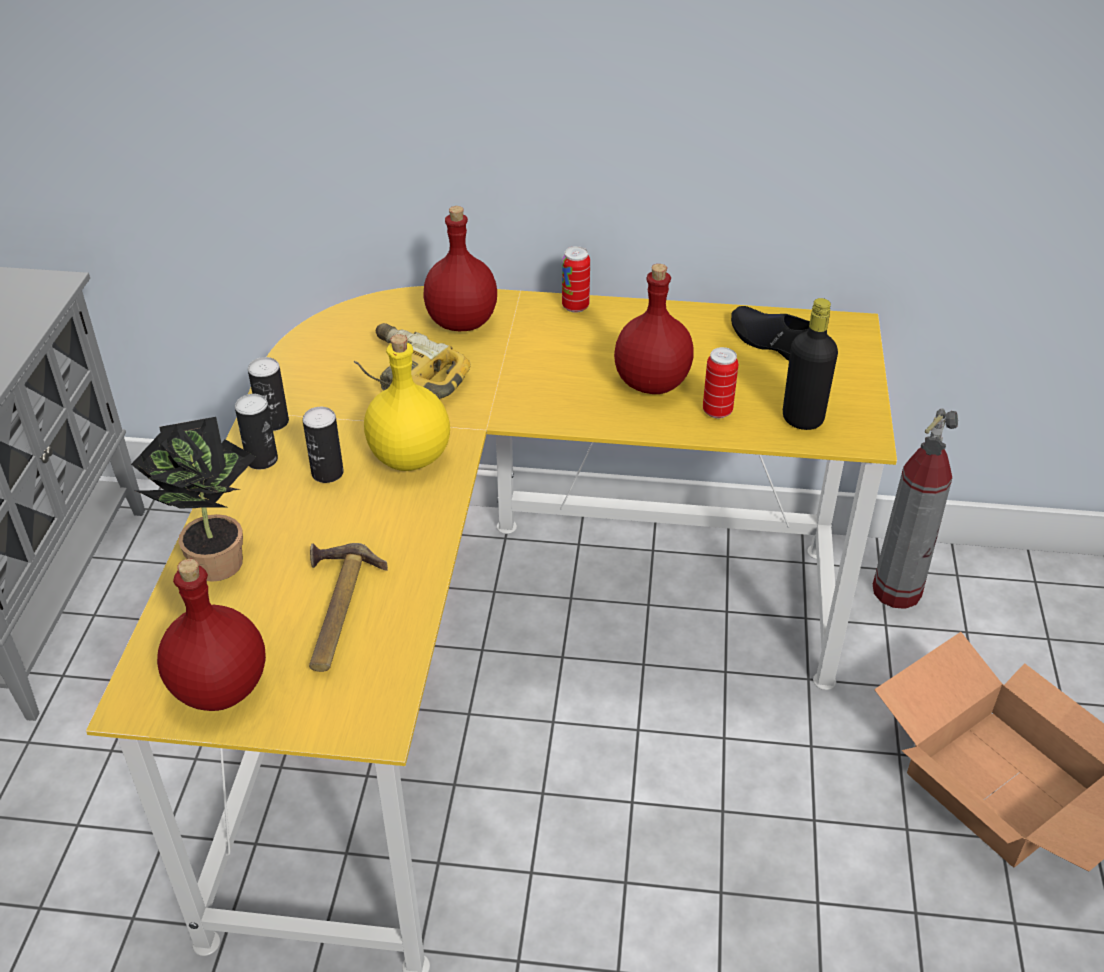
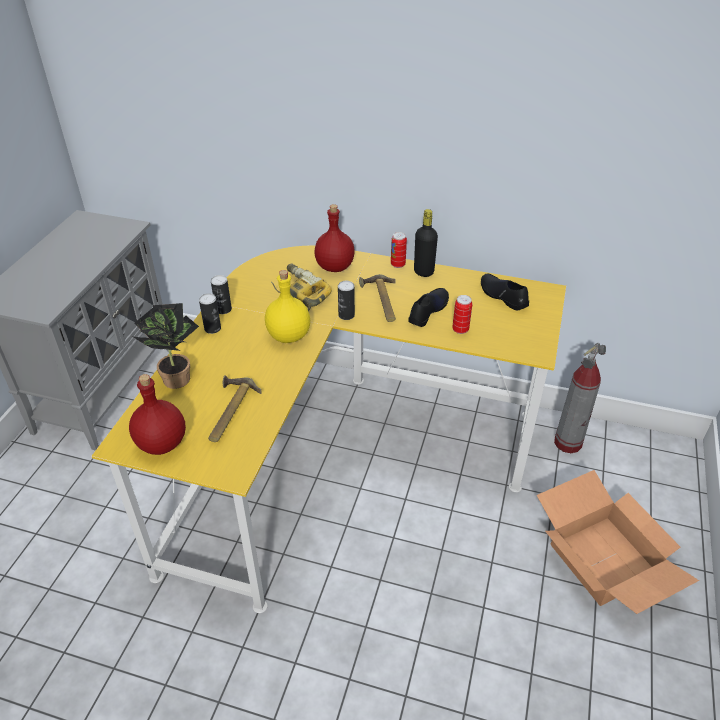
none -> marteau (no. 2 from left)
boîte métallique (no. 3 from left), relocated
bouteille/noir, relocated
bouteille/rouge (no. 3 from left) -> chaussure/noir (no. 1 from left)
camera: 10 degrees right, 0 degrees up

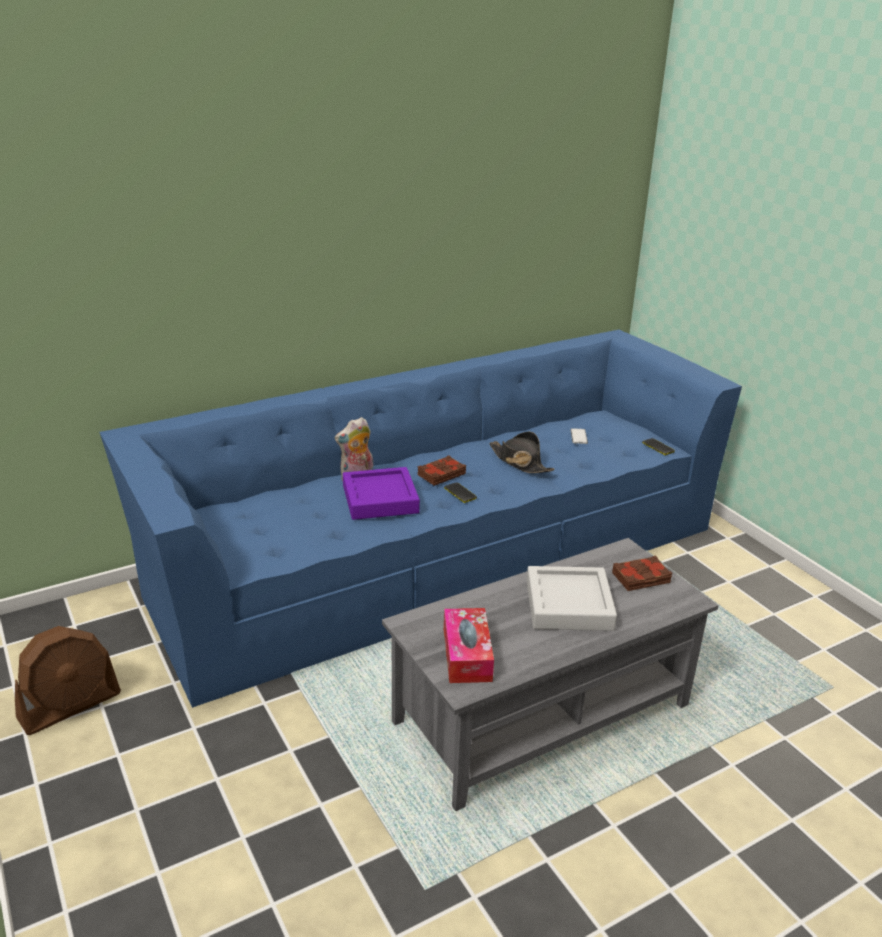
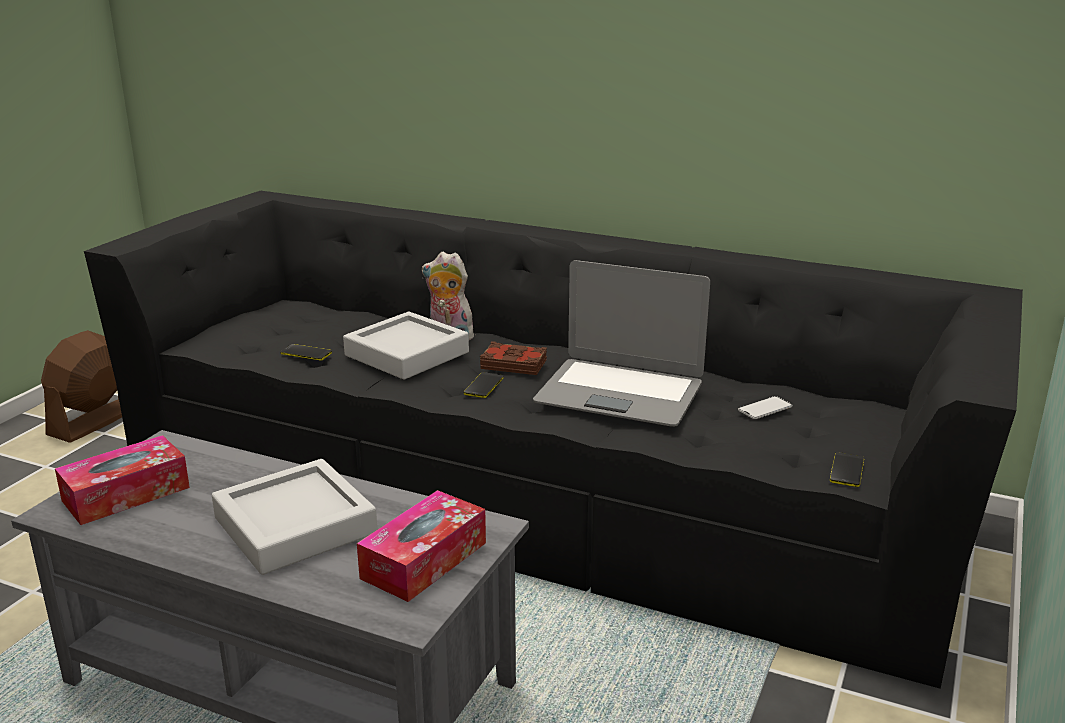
none -> téléphone (no. 1 from left)
chapeau/noir -> ordinateur portable
livre/marron (no. 2 from left) -> boîte à mouchoirs (no. 2 from left)
canapé/bleu -> canapé/noir
plateau/violet -> plateau/gris (no. 2 from left)
ventilateur/marron, 105 degrees clockwise
camera: 55 degrees right, 5 degrees down

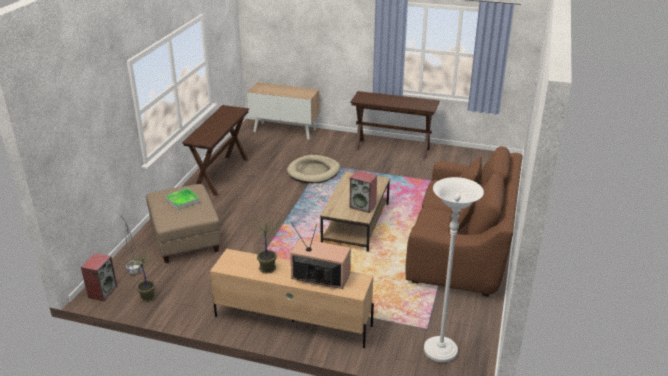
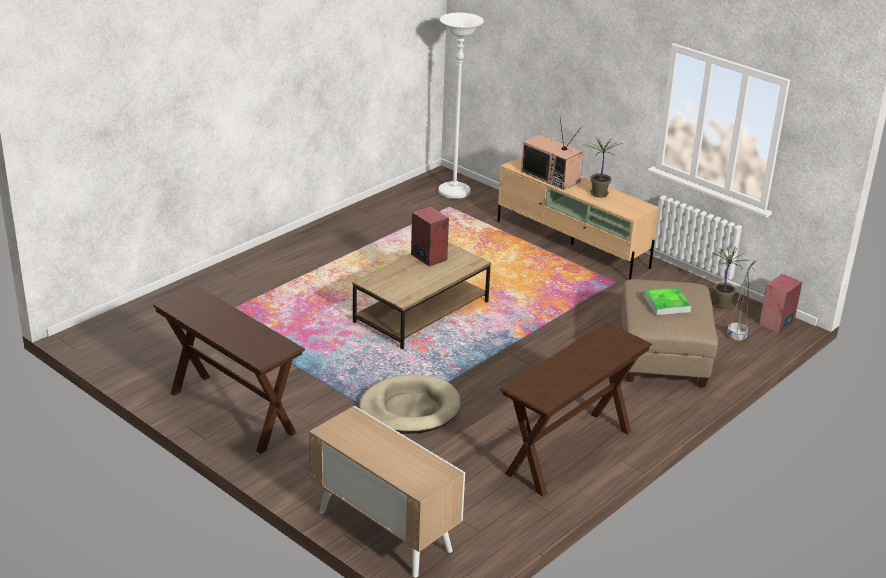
canapé/marron -> none
camera: 155 degrees left, 0 degrees up

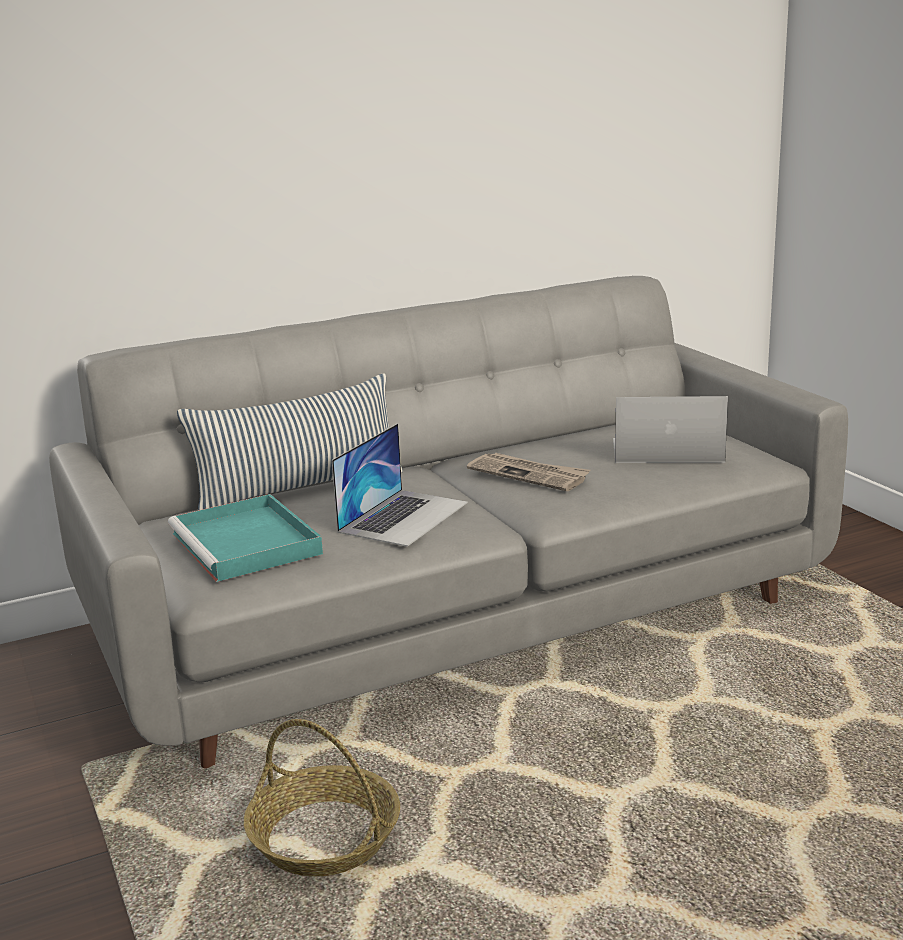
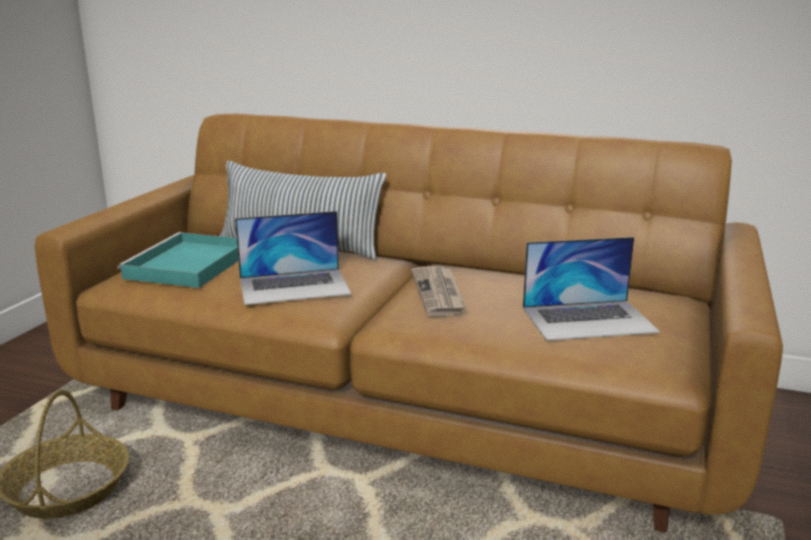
canapé/gris -> canapé/marron
ordinateur portable (no. 2 from left), 120 degrees clockwise
camera: 45 degrees right, 0 degrees up

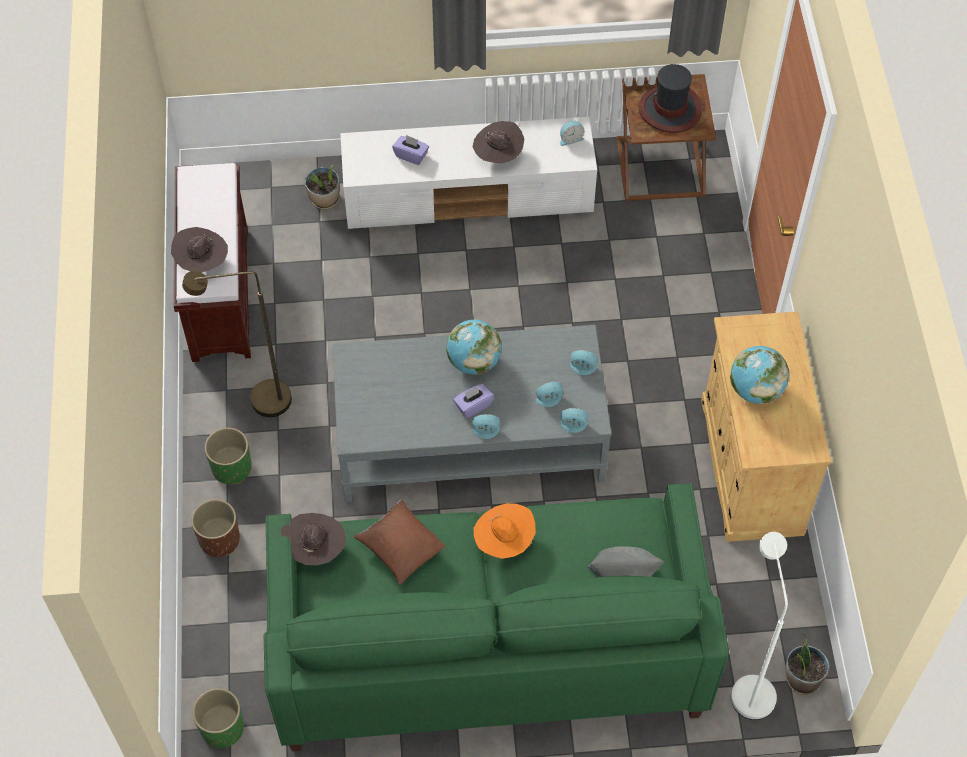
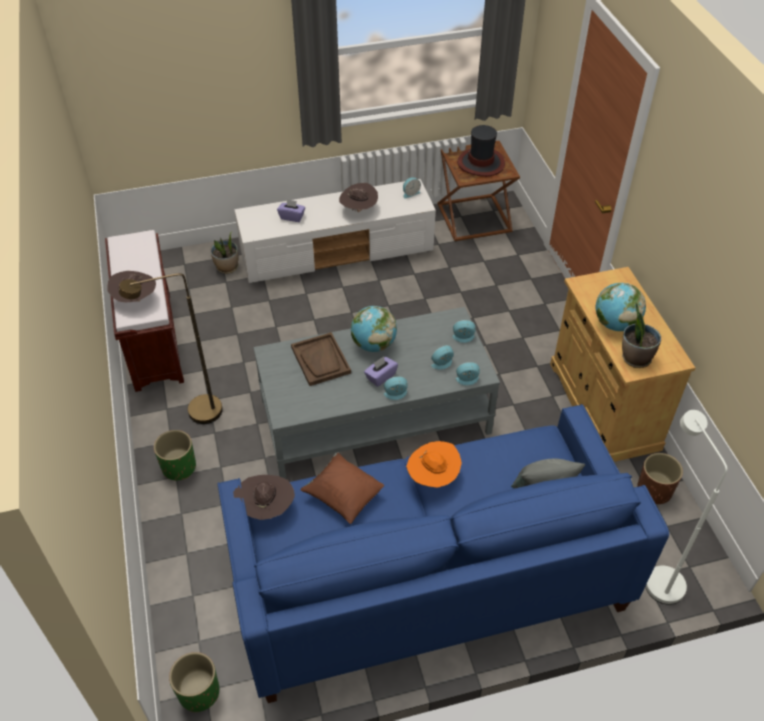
none -> plateau/marron
cache-pot/marron, relocated
plante en pot (no. 2 from left), relocated
canapé/vert -> canapé/bleu
camera: 10 degrees left, 10 degrees down

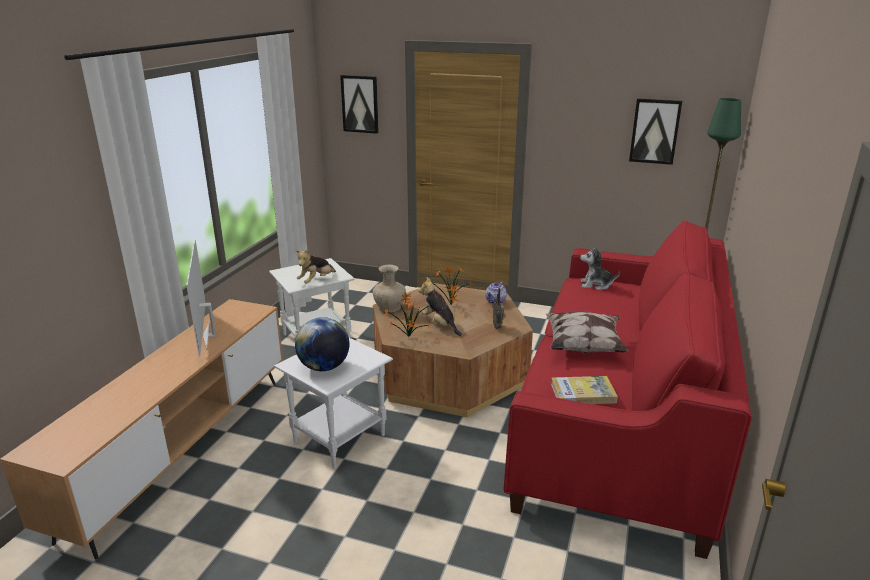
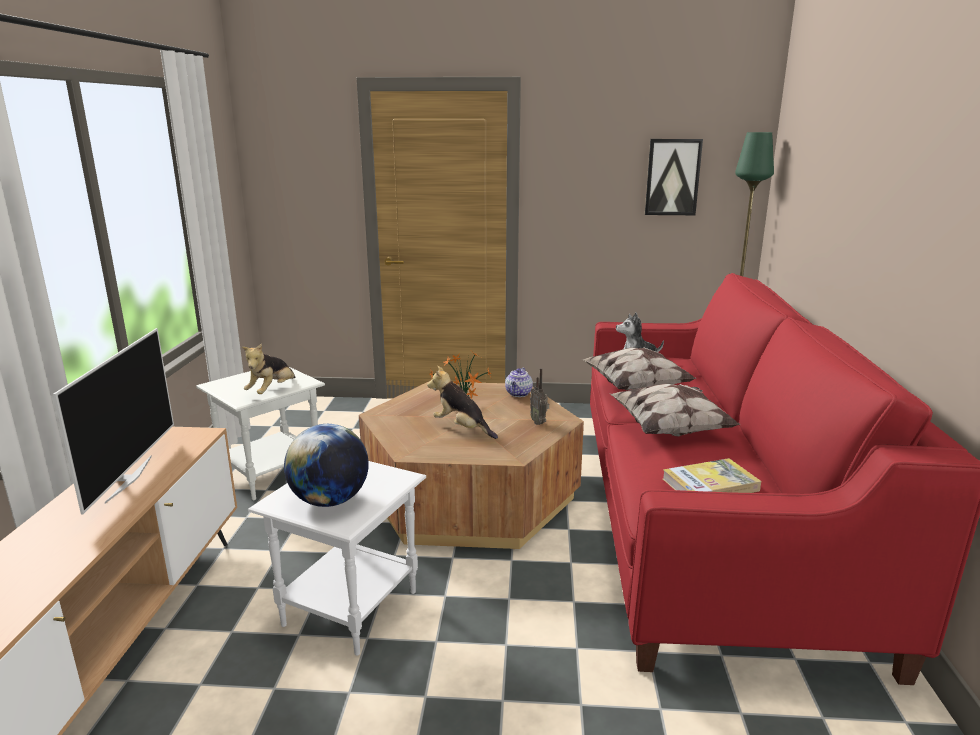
tableau (no. 1 from left) -> none
vase/beige -> none
plante en pot (no. 1 from left) -> none
none -> coussin (no. 1 from left)
téléviseur, 150 degrees counterclockwise
camera: 15 degrees left, 5 degrees down

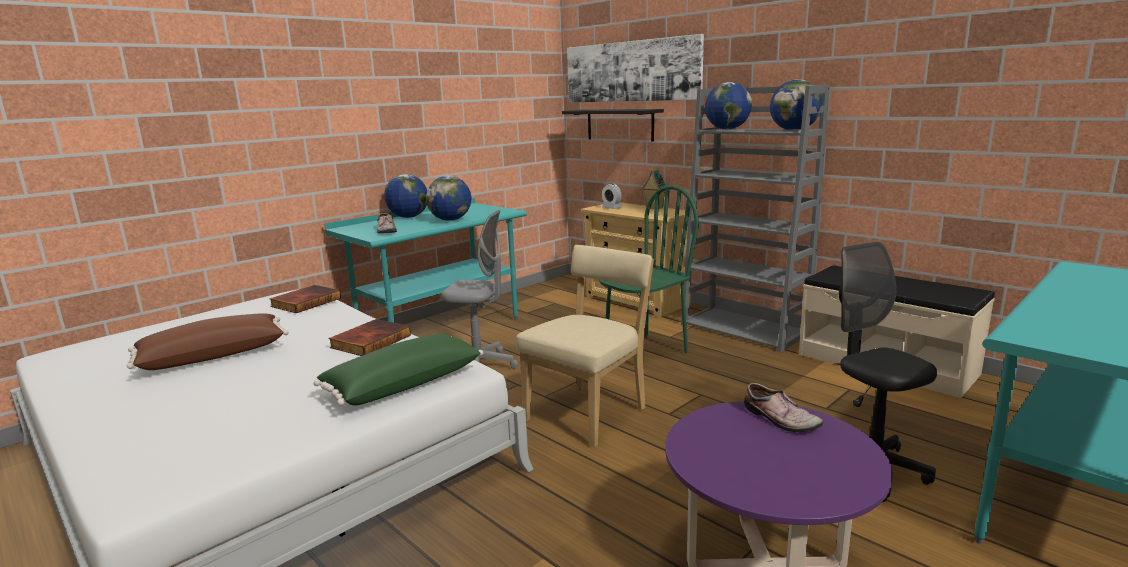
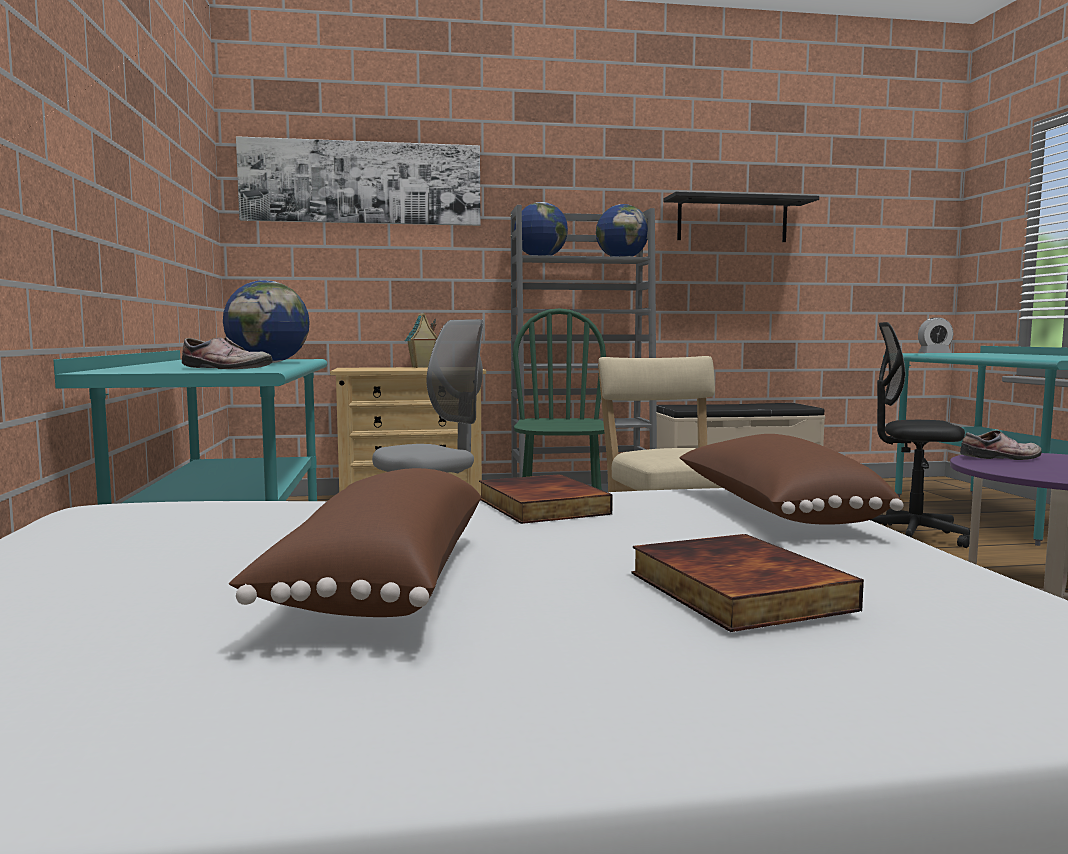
globe (no. 1 from left) -> none
livre (no. 1 from left in the first image) -> livre (no. 2 from left), relocated
étagère/noir, relocated
réveil, relocated
coussin/vert -> coussin/marron (no. 2 from left)
camera: 55 degrees left, 10 degrees down

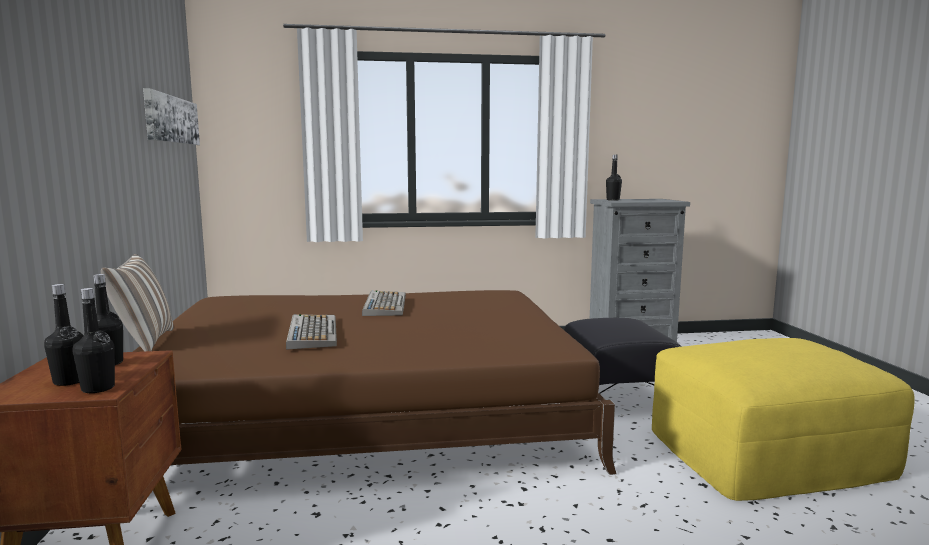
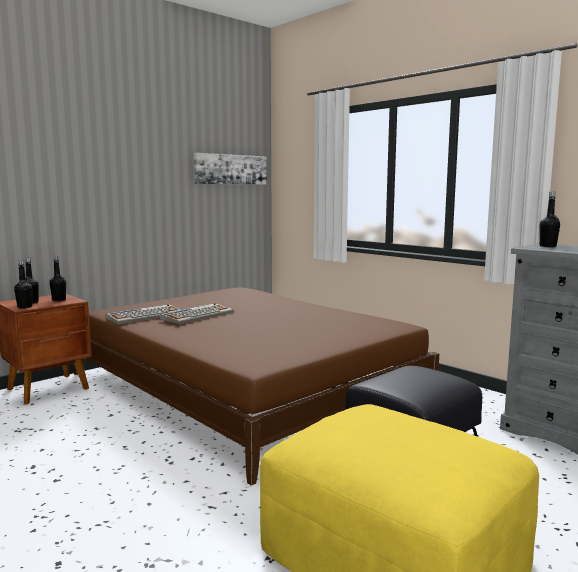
coussin -> none
clavier (no. 2 from left in the first image) -> clavier (no. 1 from left), relocated
camera: 55 degrees right, 0 degrees up

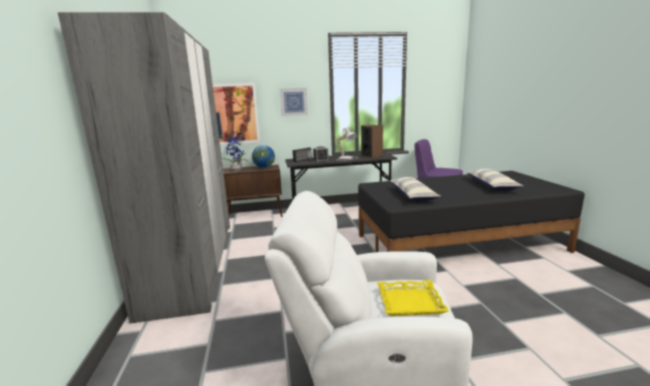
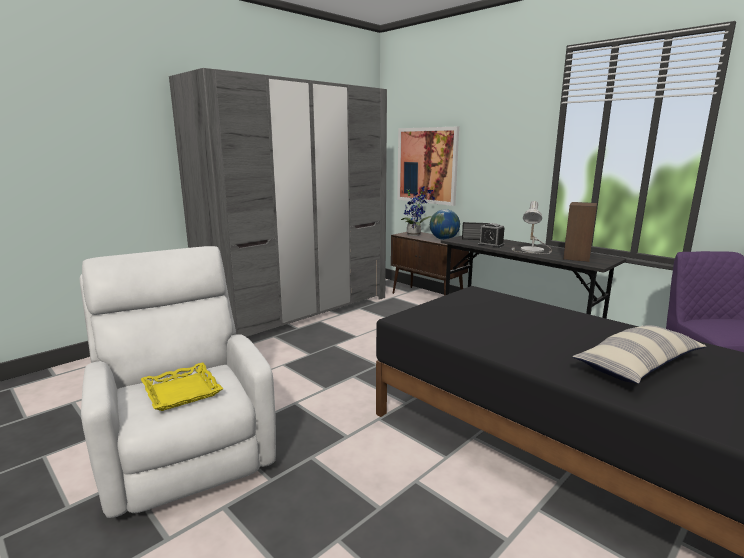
tableau (no. 2 from left) -> none
coussin (no. 1 from left) -> none
camera: 55 degrees right, 0 degrees up

